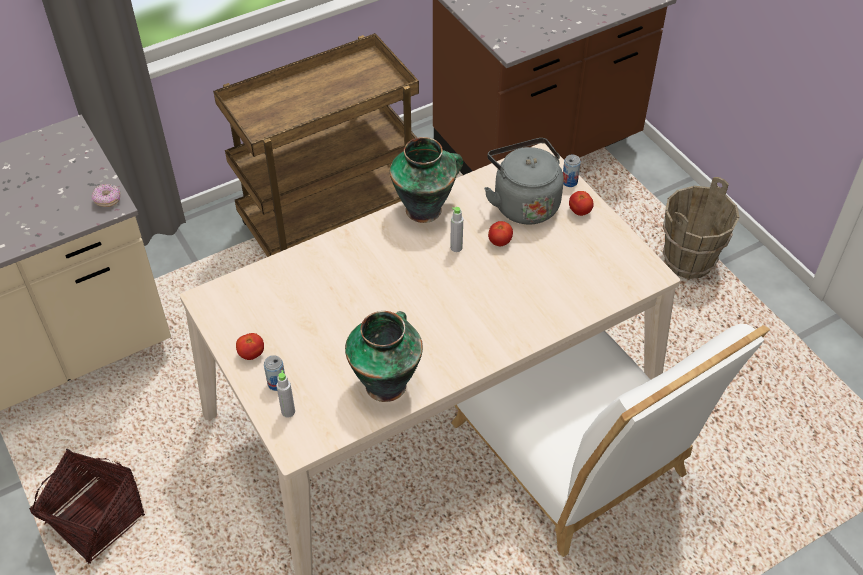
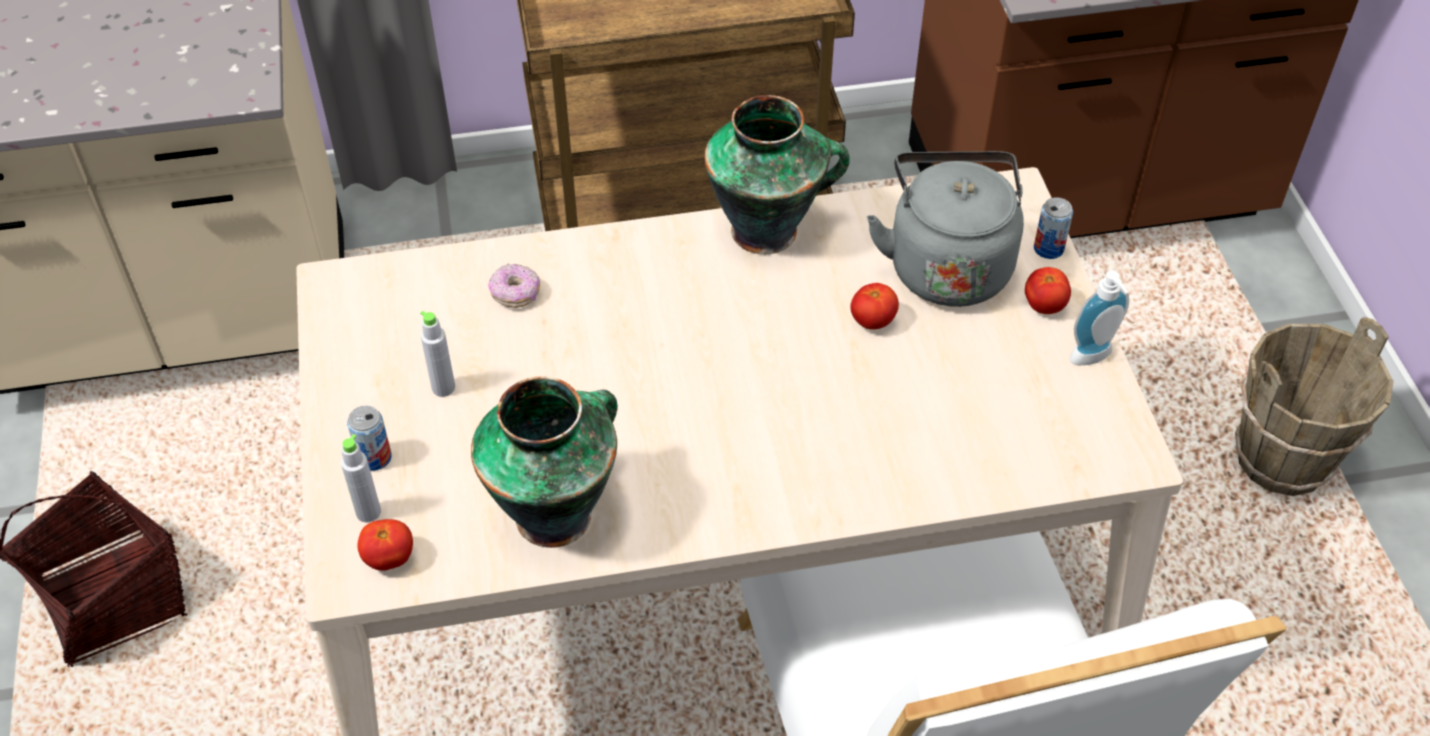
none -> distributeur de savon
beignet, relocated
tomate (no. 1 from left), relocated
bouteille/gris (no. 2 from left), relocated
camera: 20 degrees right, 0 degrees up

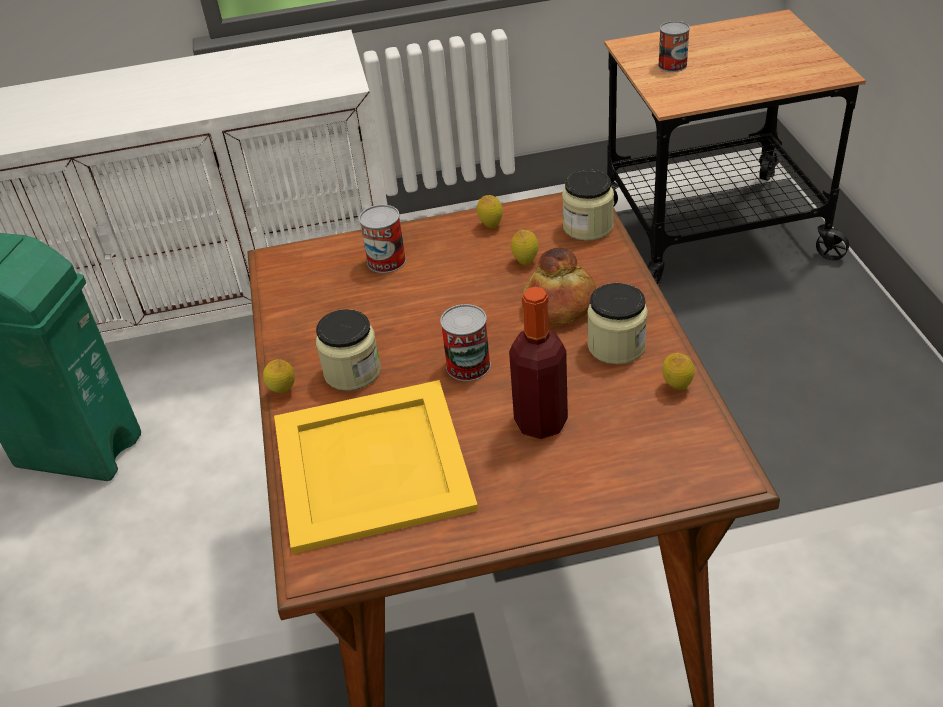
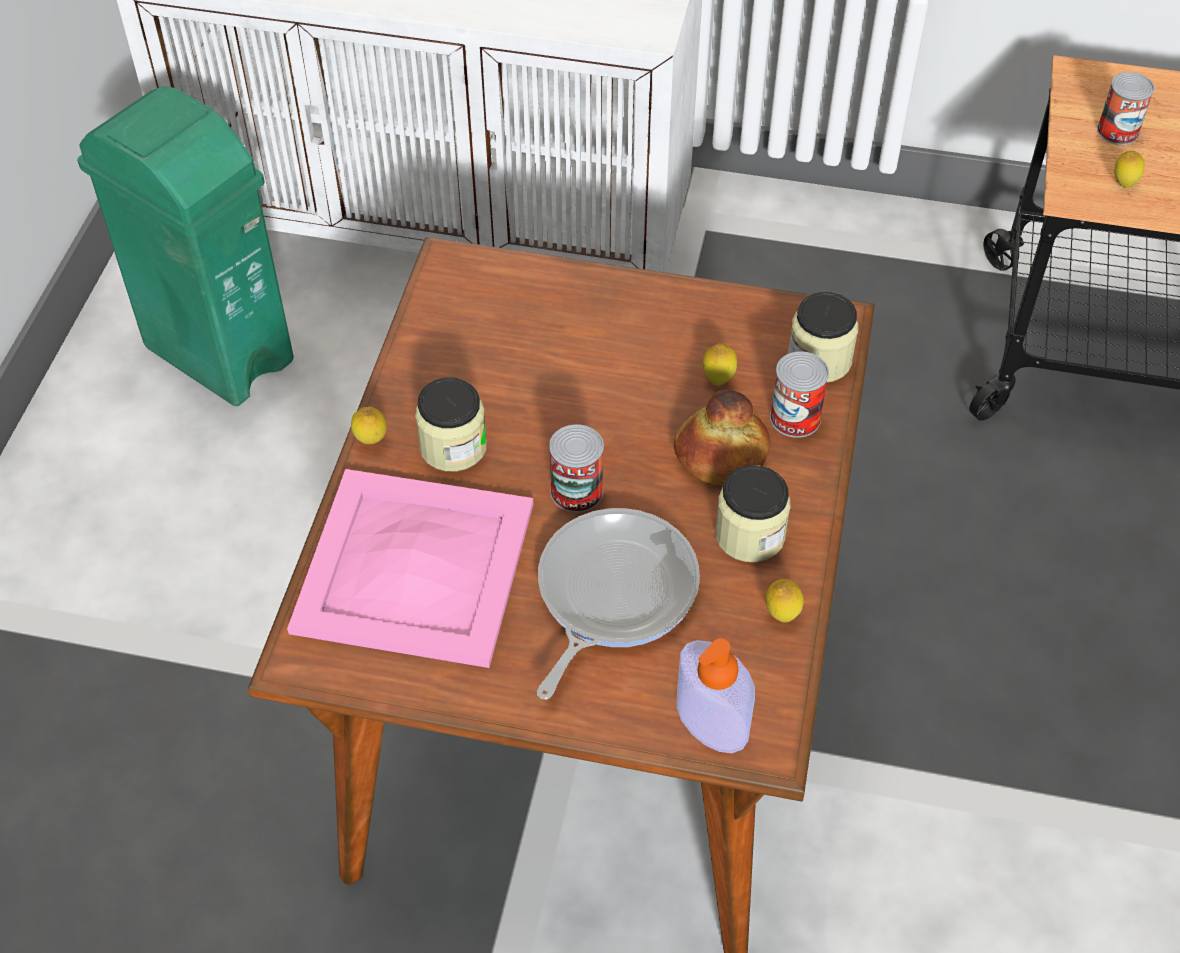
none -> distributeur de savon
boîte métallique (no. 1 from left in the first image) -> boîte métallique (no. 2 from left), relocated
citron (no. 2 from left in the first image) -> citron (no. 4 from left), relocated
bouteille -> poêle
plateau/jaune -> plateau/rose
camera: 20 degrees right, 10 degrees up

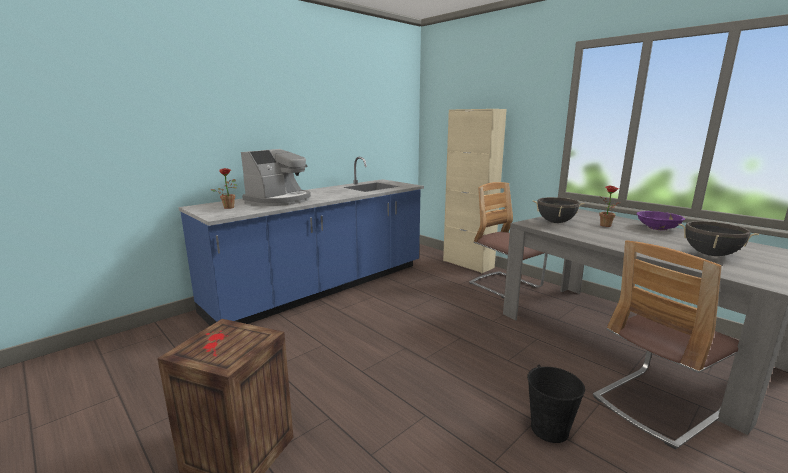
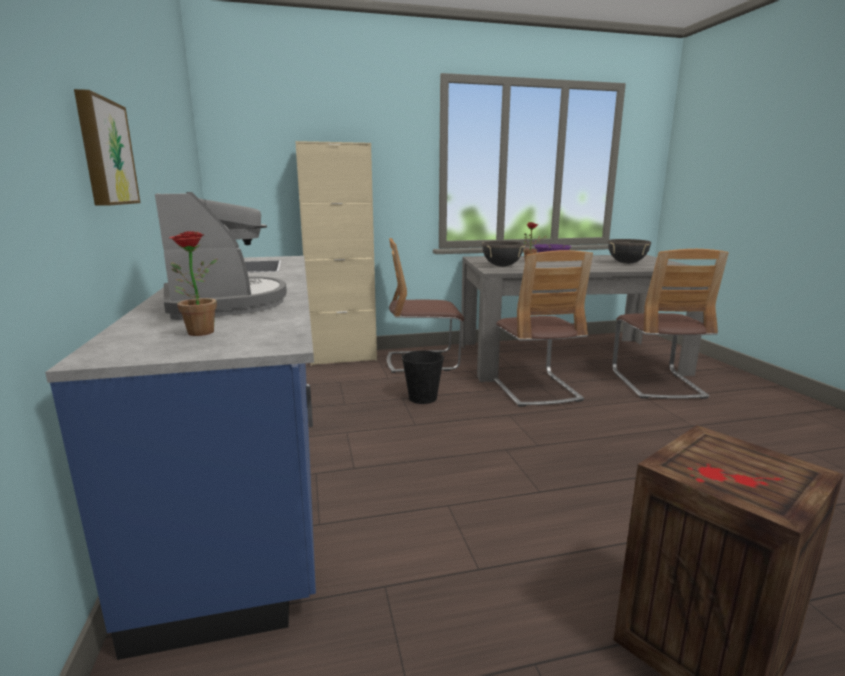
none -> tableau
none -> chaise (no. 2 from left)
seau/noir, relocated
camera: 60 degrees left, 0 degrees up

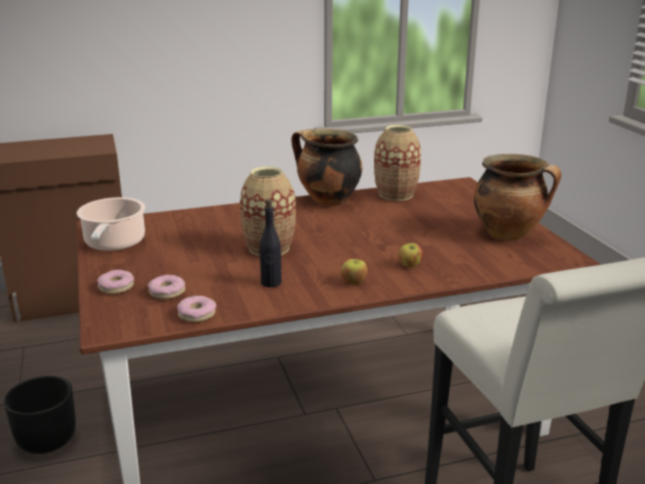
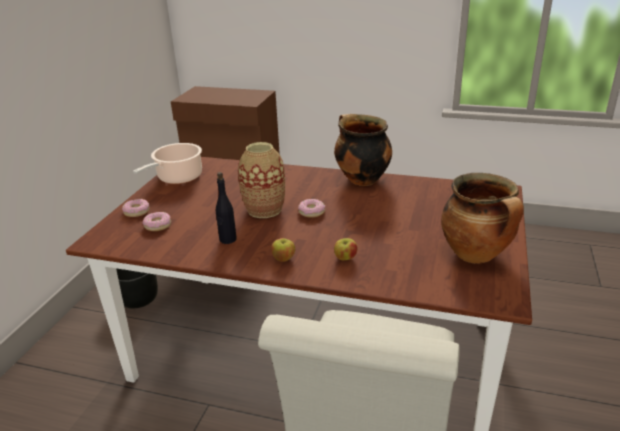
vase (no. 2 from left) -> none
beignet (no. 3 from left), relocated
camera: 35 degrees right, 5 degrees up

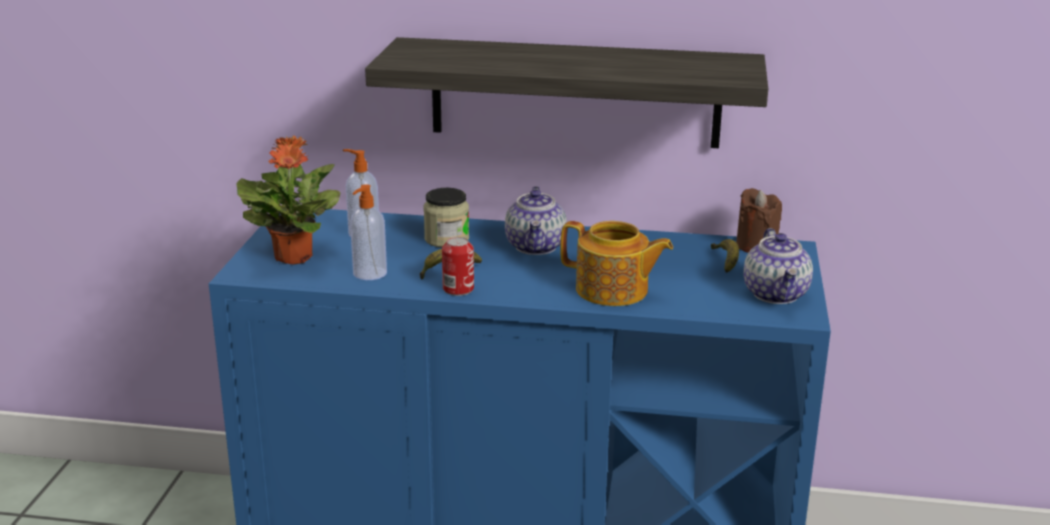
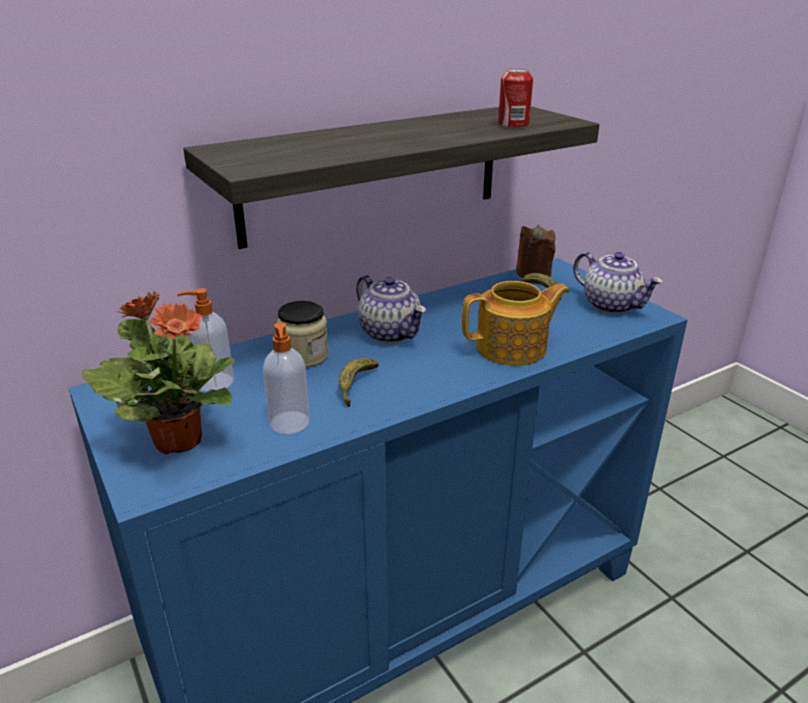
boîte métallique, relocated
camera: 40 degrees left, 5 degrees up

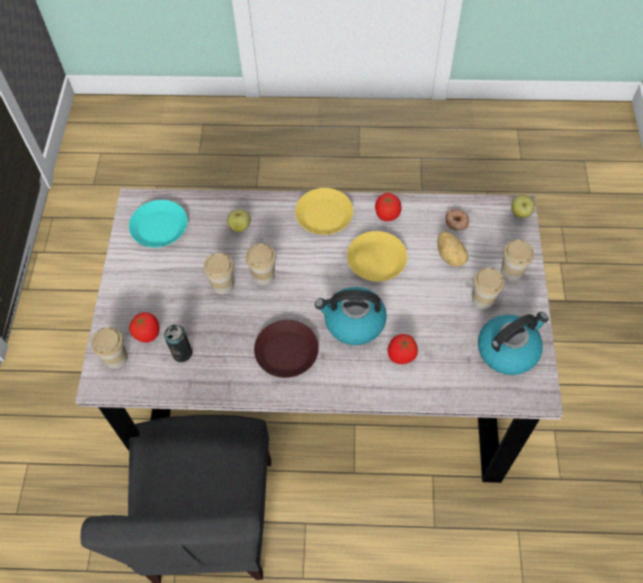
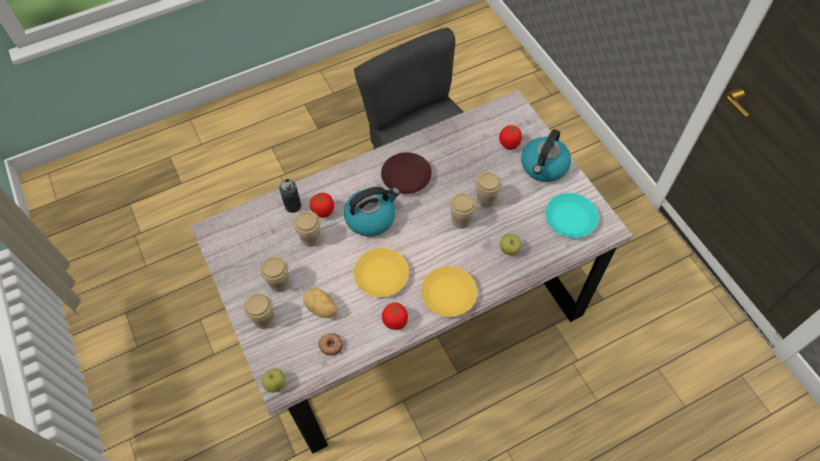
tasse (no. 1 from left in the first image) -> tasse (no. 3 from left), relocated
boîte métallique, relocated
bouilloire (no. 2 from left), relocated
camera: 150 degrees right, 0 degrees up

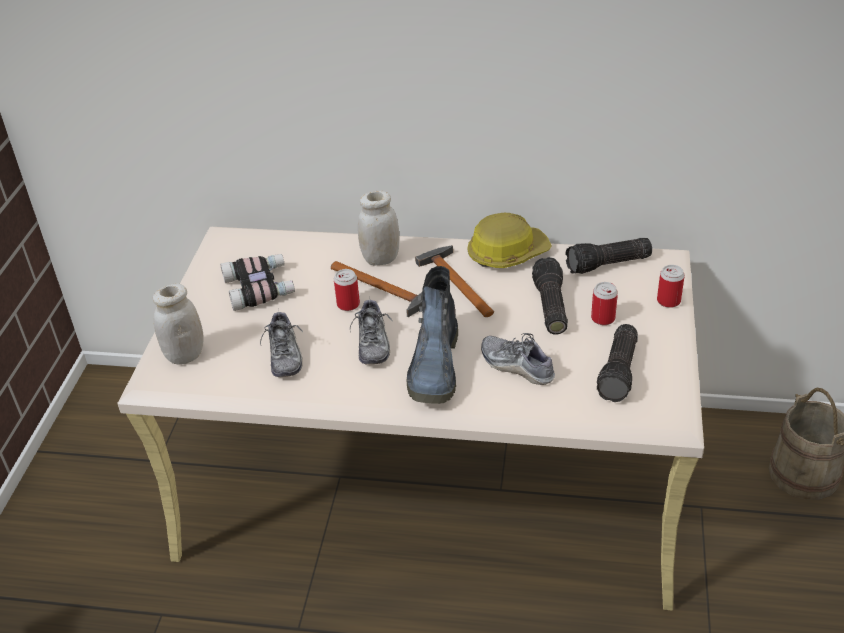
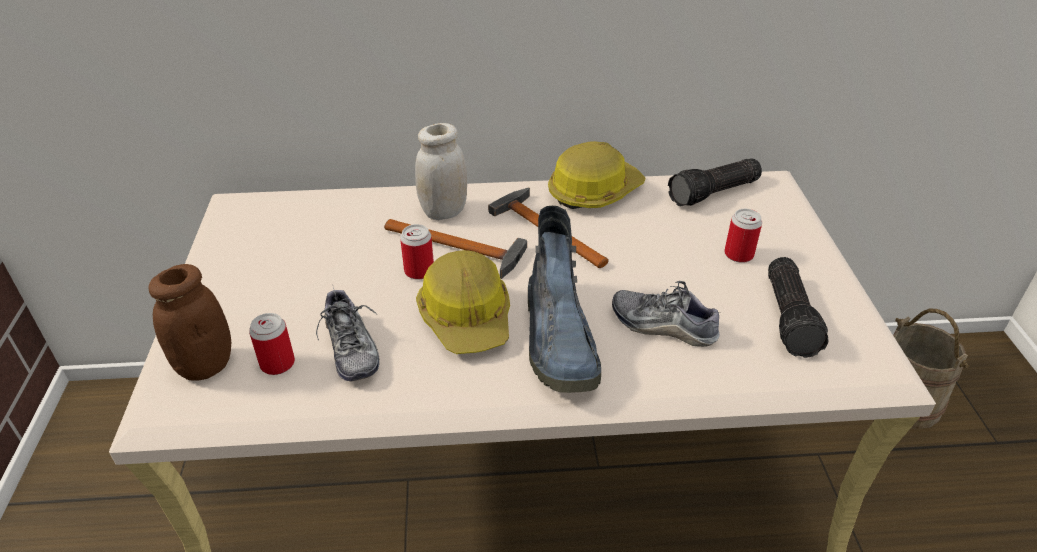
jumelles -> none
lampe de poche (no. 1 from left) -> none
boîte métallique (no. 3 from left in the first image) -> boîte métallique (no. 1 from left), relocated
chaussure (no. 2 from left) -> casque de chantier (no. 1 from left)
bocal/blanc (no. 1 from left) -> bocal/marron
camera: 15 degrees left, 0 degrees up

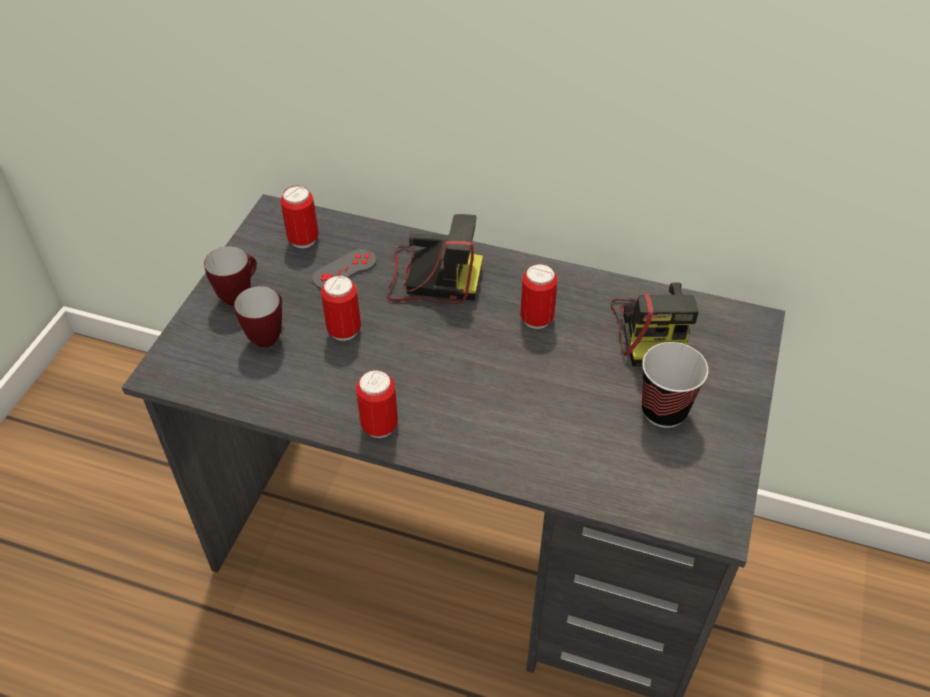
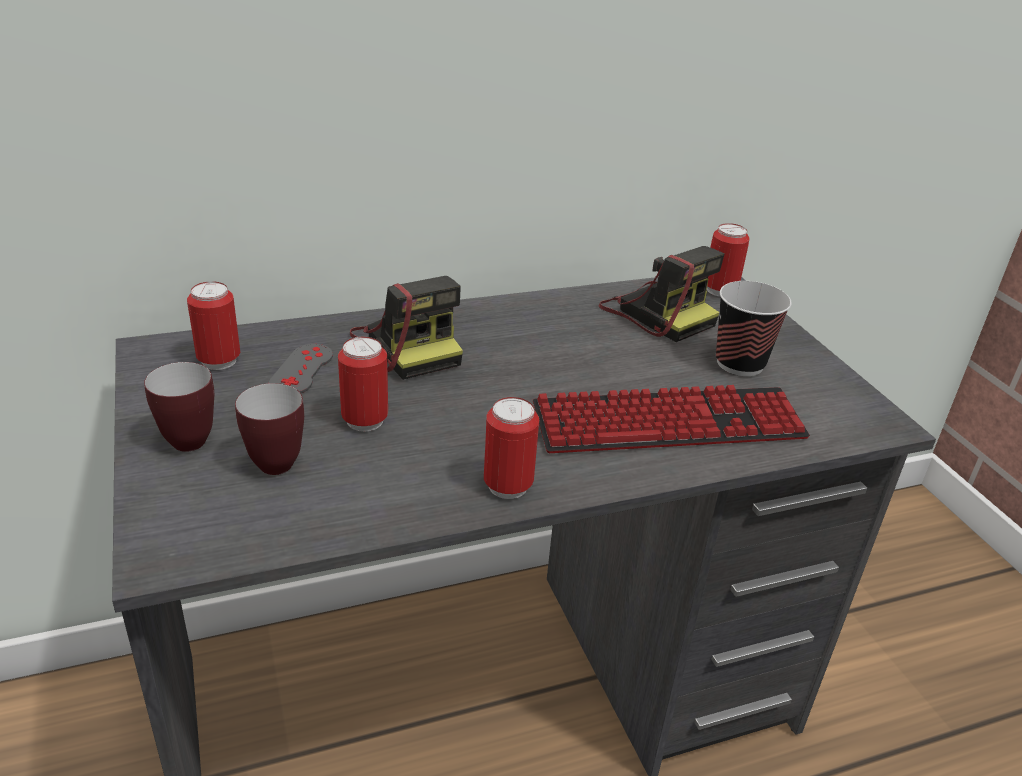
none -> clavier
boîte métallique (no. 4 from left), relocated
appareil photo (no. 1 from left), 90 degrees clockwise
camera: 40 degrees left, 15 degrees down

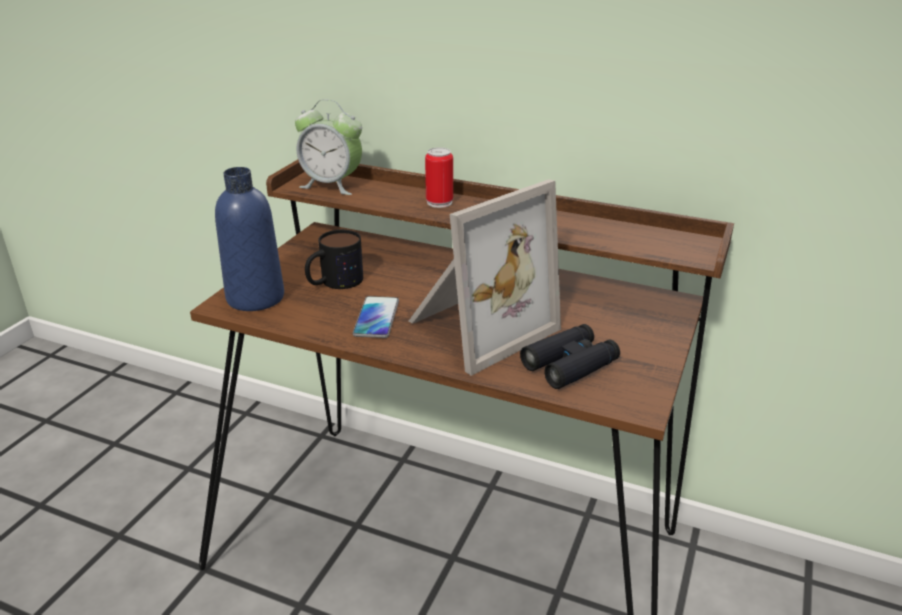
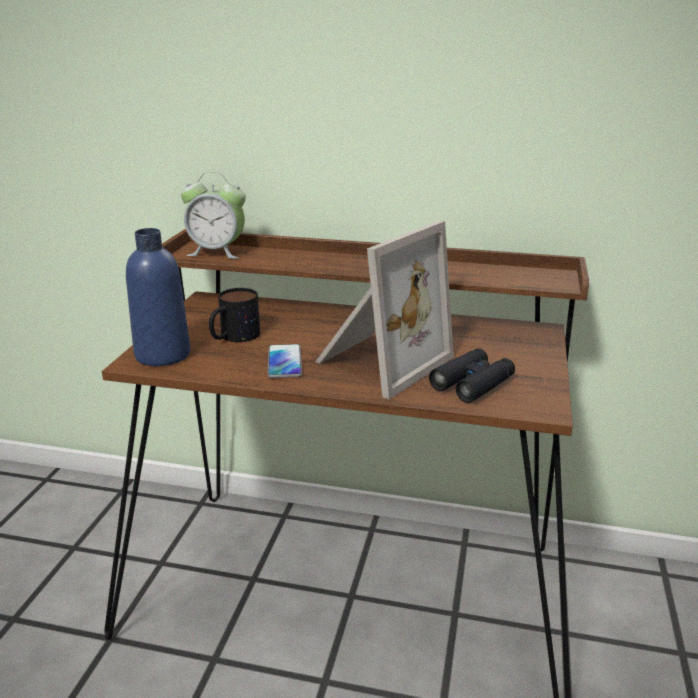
boîte métallique -> none
camera: 10 degrees left, 5 degrees down

